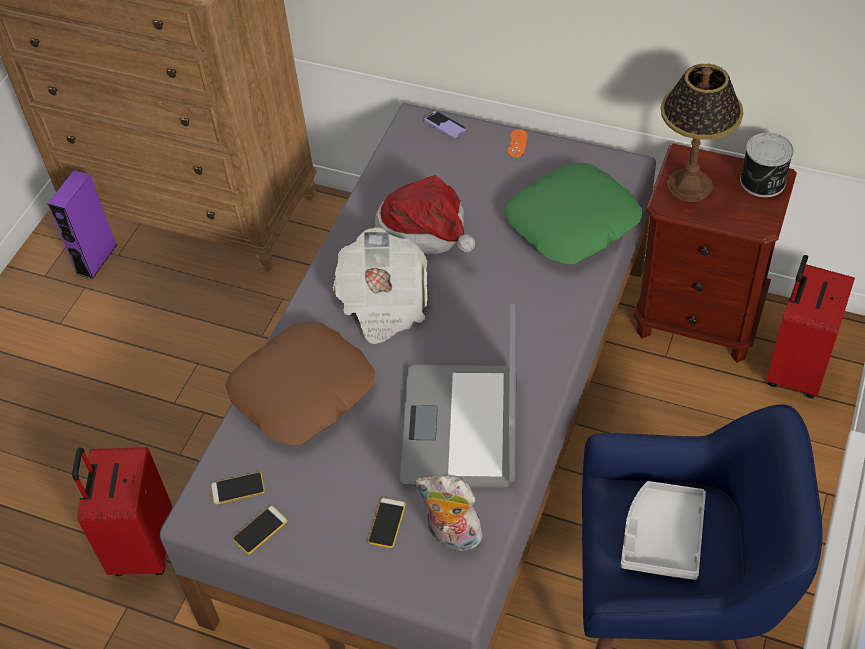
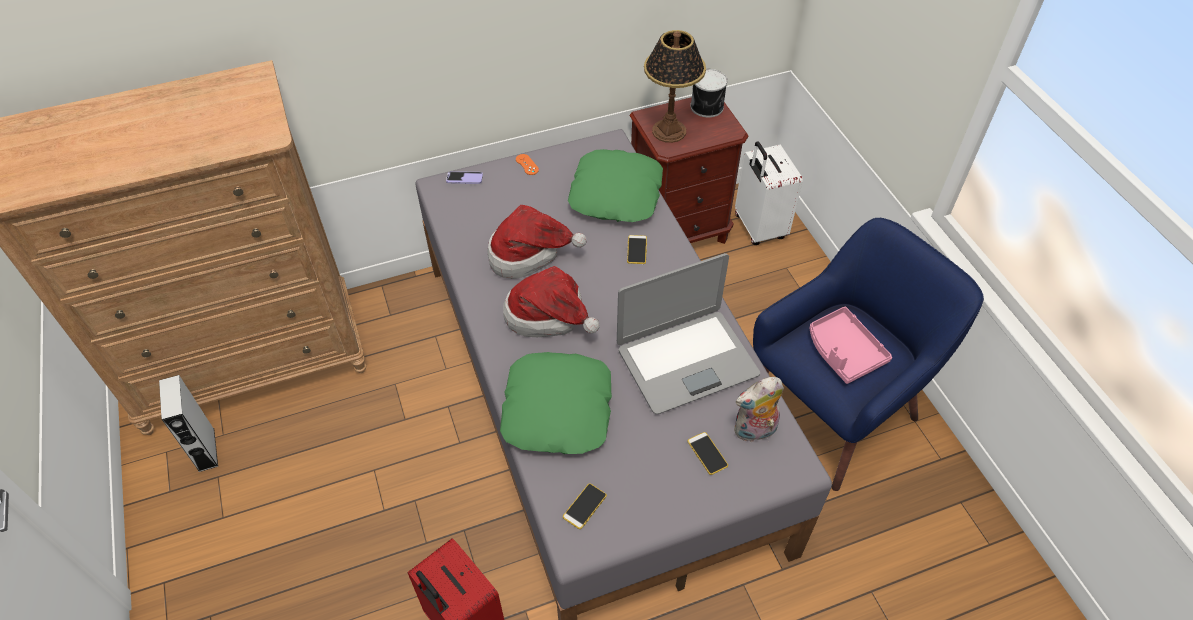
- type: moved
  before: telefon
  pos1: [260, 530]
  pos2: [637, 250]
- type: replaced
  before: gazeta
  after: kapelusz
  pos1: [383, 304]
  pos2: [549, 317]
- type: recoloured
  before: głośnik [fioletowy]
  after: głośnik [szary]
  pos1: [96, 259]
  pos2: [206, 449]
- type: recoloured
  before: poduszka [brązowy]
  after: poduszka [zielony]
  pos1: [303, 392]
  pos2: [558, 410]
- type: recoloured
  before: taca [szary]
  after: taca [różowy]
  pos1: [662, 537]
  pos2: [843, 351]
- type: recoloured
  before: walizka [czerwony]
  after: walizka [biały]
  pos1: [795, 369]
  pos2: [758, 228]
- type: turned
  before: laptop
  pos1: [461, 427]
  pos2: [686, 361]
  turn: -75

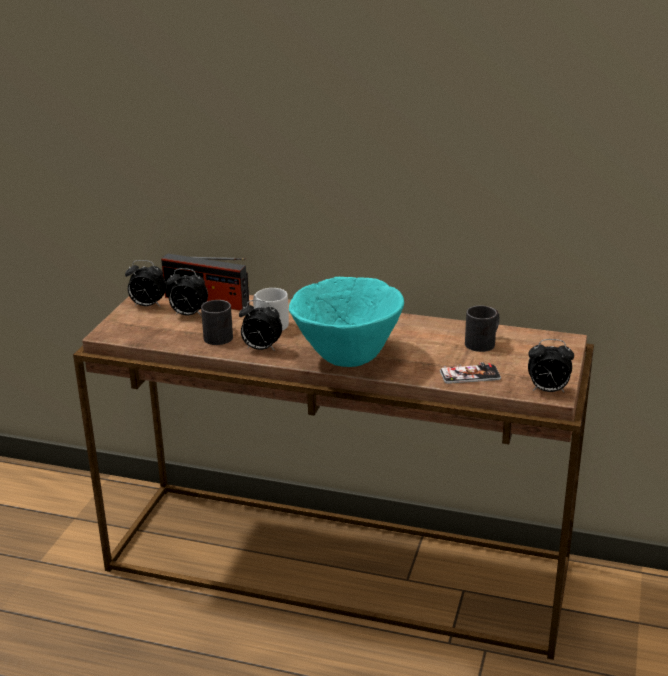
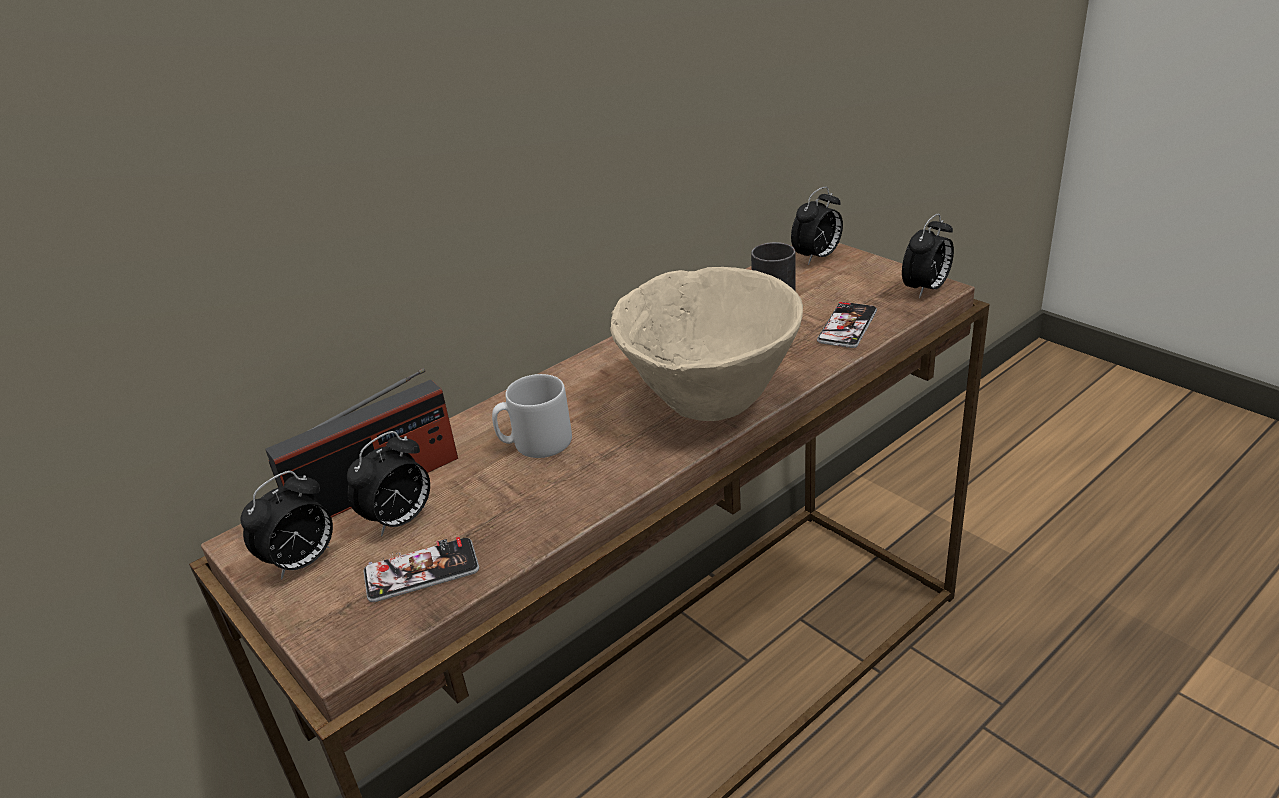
- type: removed
  before: kubek [czarny]
  pos1: [220, 335]
- type: added
  after: telefon
  pos2: [421, 571]
- type: moved
  before: budzik
  pos1: [261, 349]
  pos2: [817, 257]
- type: recoloured
  before: miska [turkusowy]
  after: miska [beżowy]
  pos1: [346, 357]
  pos2: [711, 402]

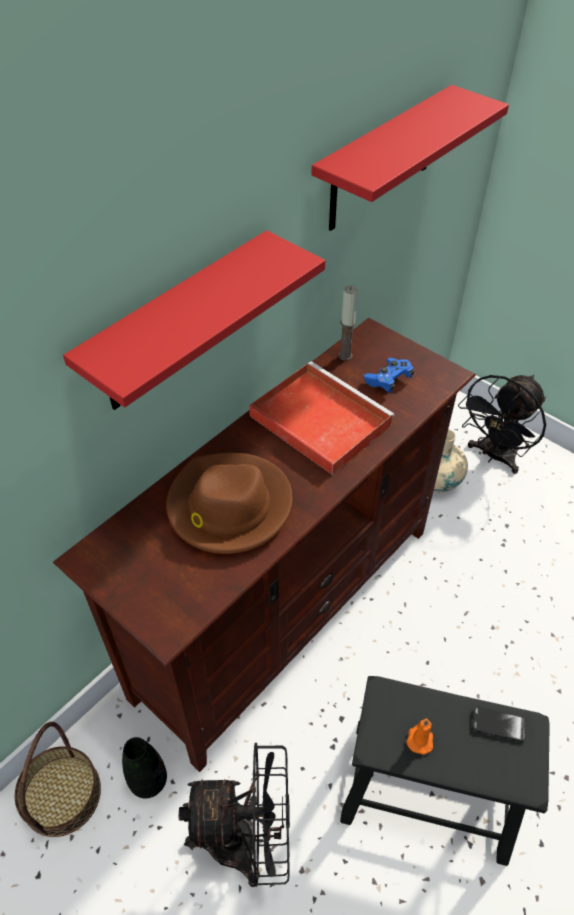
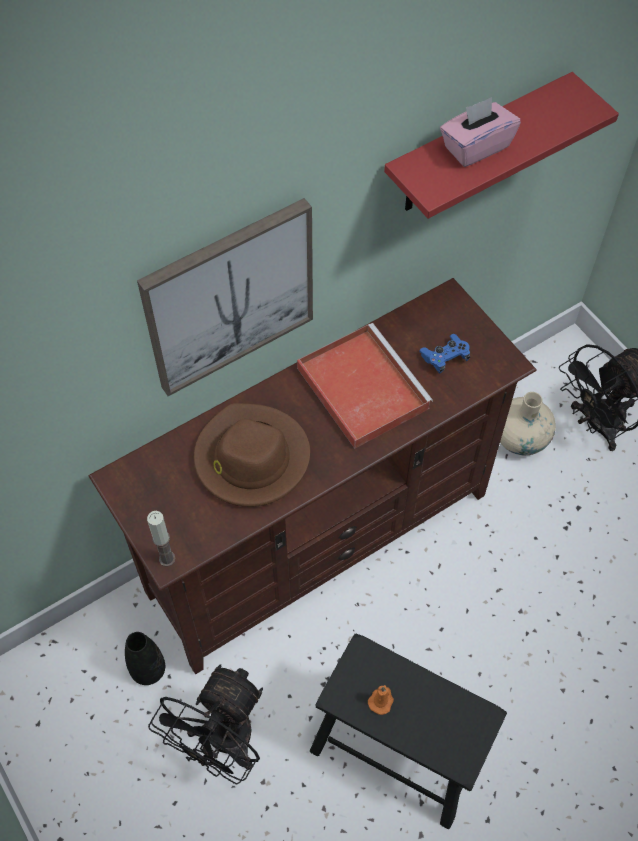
- type: removed
  before: koszyk
  pos1: [62, 795]
- type: removed
  before: telefon
  pos1: [499, 724]
- type: added
  after: pudełko chusteczek [różowy]
  pos2: [475, 147]
- type: moved
  before: świeca
  pos1: [345, 355]
  pos2: [167, 559]
- type: replaced
  before: półka [czerwony]
  after: obraz
  pos1: [178, 324]
  pos2: [229, 297]
- type: turned
  before: wentylator [czarny]
  pos1: [247, 841]
  pos2: [222, 744]
  turn: 105

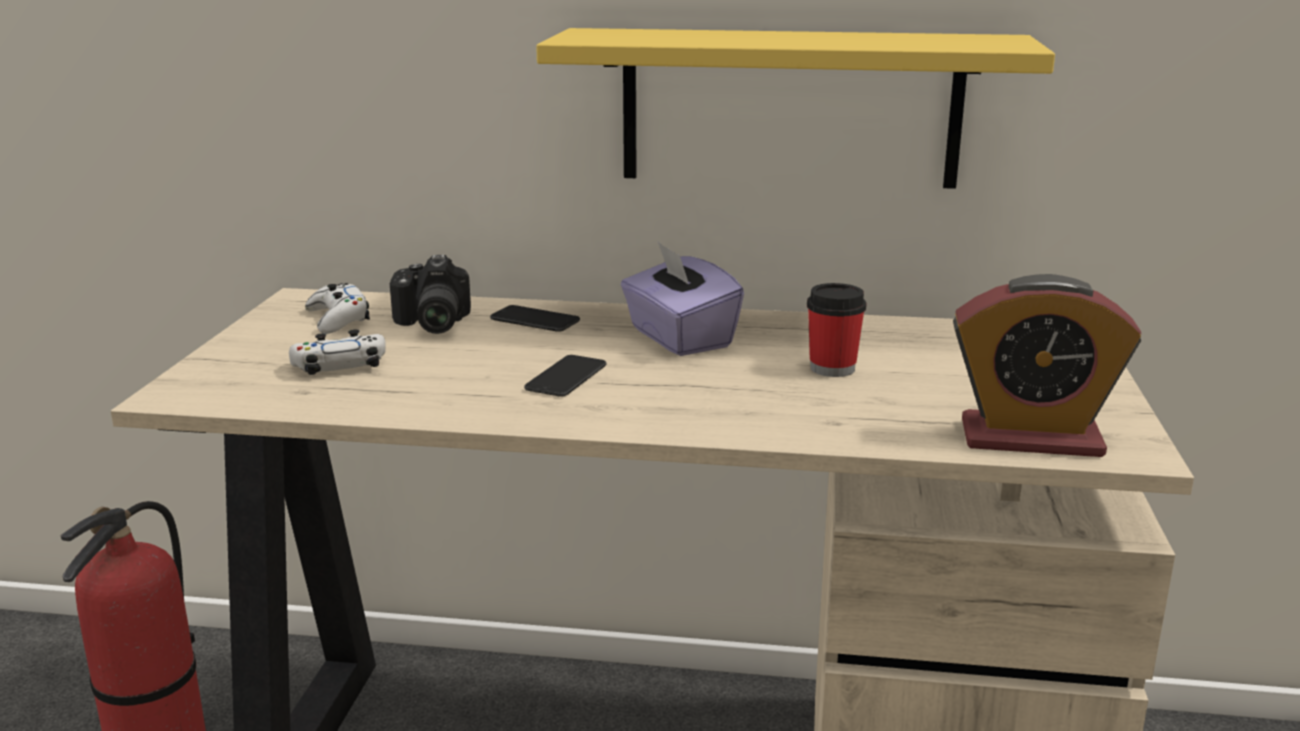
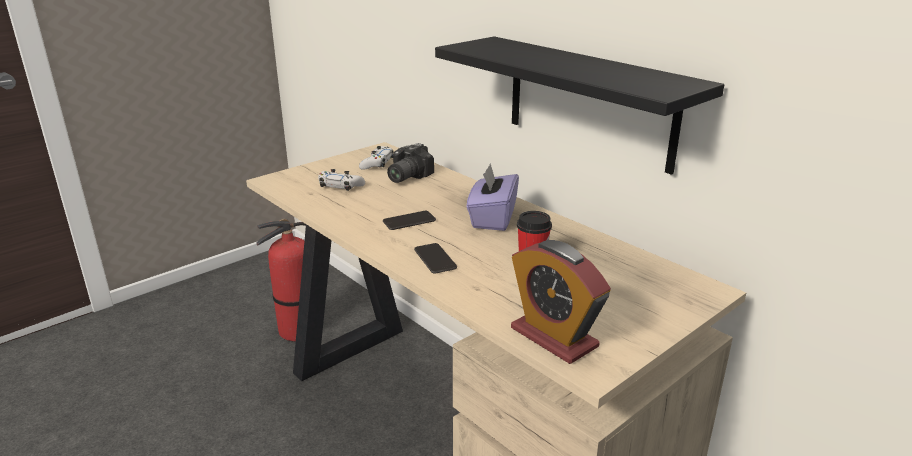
- type: moved
  before: telefon
  pos1: [535, 320]
  pos2: [435, 259]
- type: recoloured
  before: półka [żółty]
  after: półka [czarny]
  pos1: [790, 108]
  pos2: [589, 102]

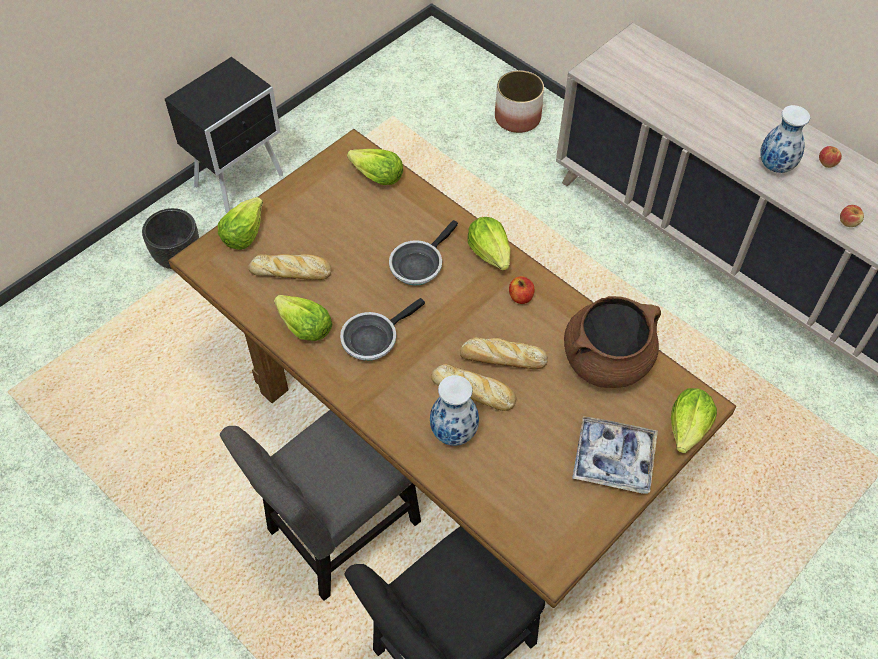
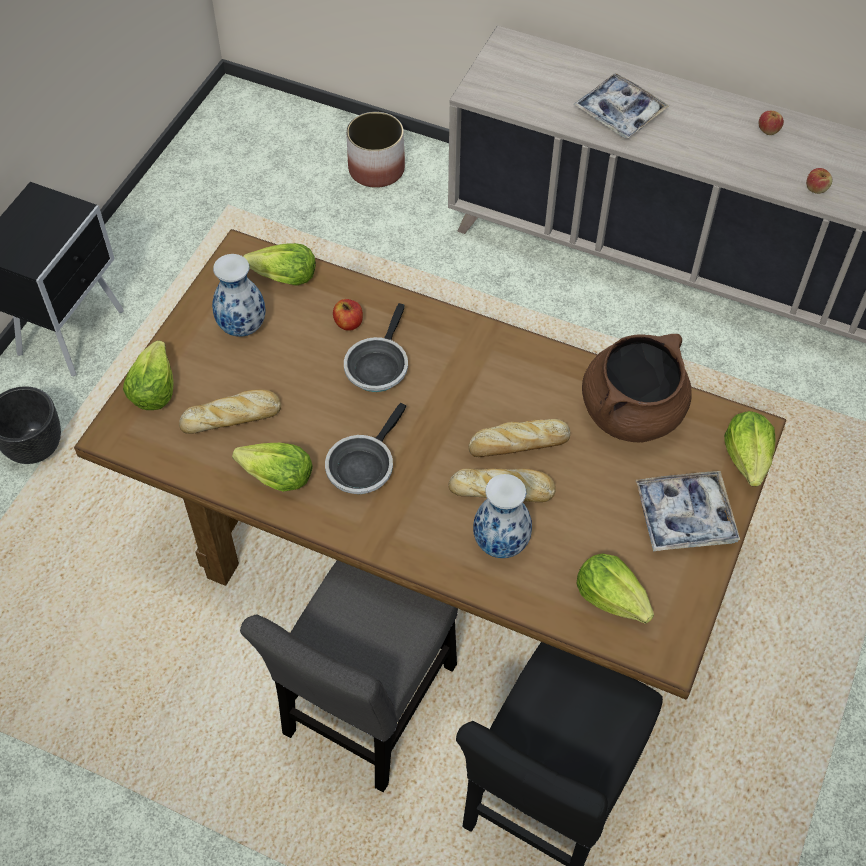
- type: added
  after: taca
  pos2: [619, 112]
- type: moved
  before: sałata
  pos1: [490, 253]
  pos2: [612, 598]
- type: moved
  before: jabłko
  pos1: [521, 297]
  pos2: [348, 323]
- type: moved
  before: wazon
  pos1: [776, 166]
  pos2: [243, 326]

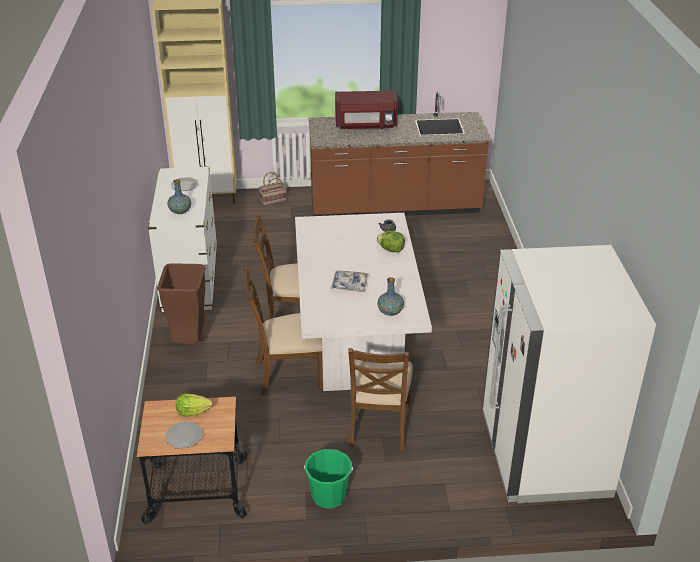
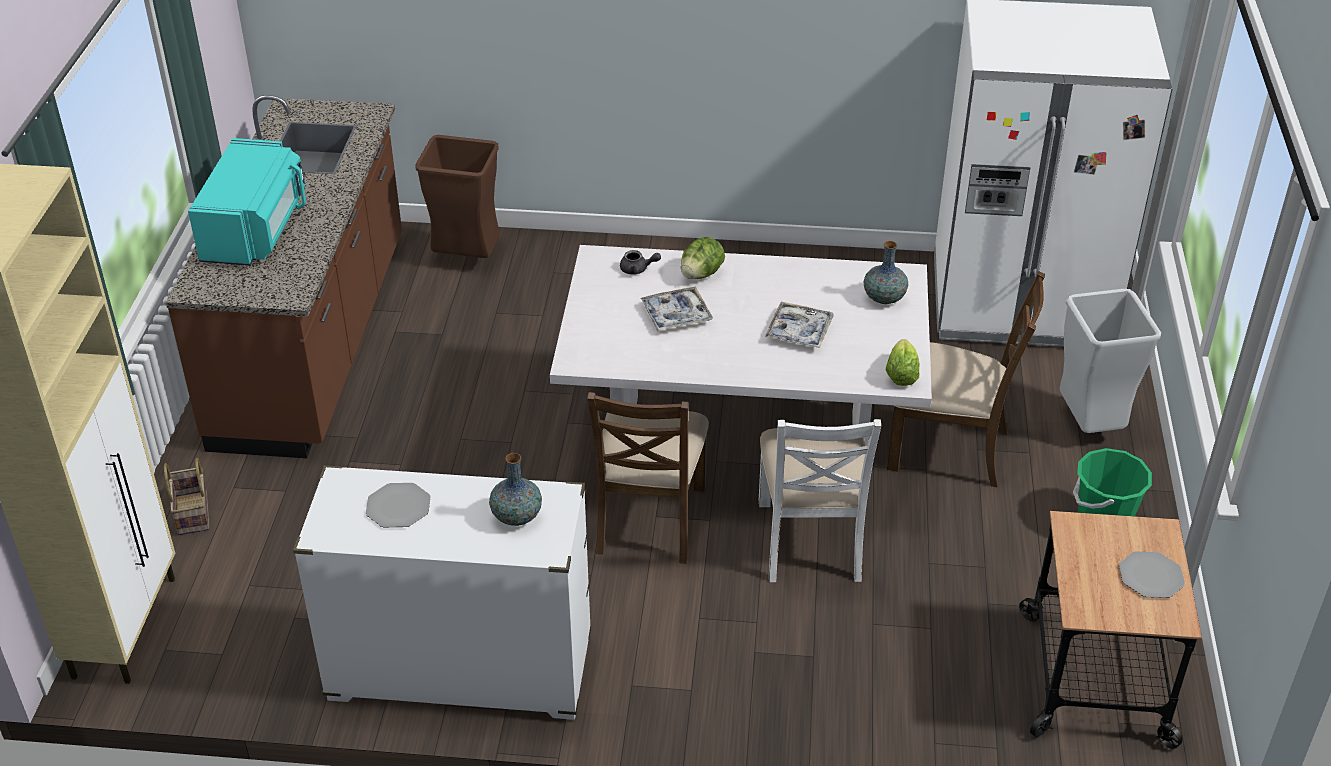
- type: added
  after: taca
  pos2: [676, 315]
- type: added
  after: kosz na śmieci [szary]
  pos2: [1089, 426]
- type: moved
  before: kosz na śmieci [brązowy]
  pos1: [189, 341]
  pos2: [466, 260]
- type: moved
  before: sałata
  pos1: [193, 412]
  pos2: [901, 375]
- type: recoloured
  before: krzesło [brązowy]
  after: krzesło [biały]
  pos1: [288, 374]
  pos2: [810, 541]
- type: recoloured
  before: mikrofalówka [czerwony]
  after: mikrofalówka [turkusowy]
  pos1: [366, 126]
  pos2: [256, 230]

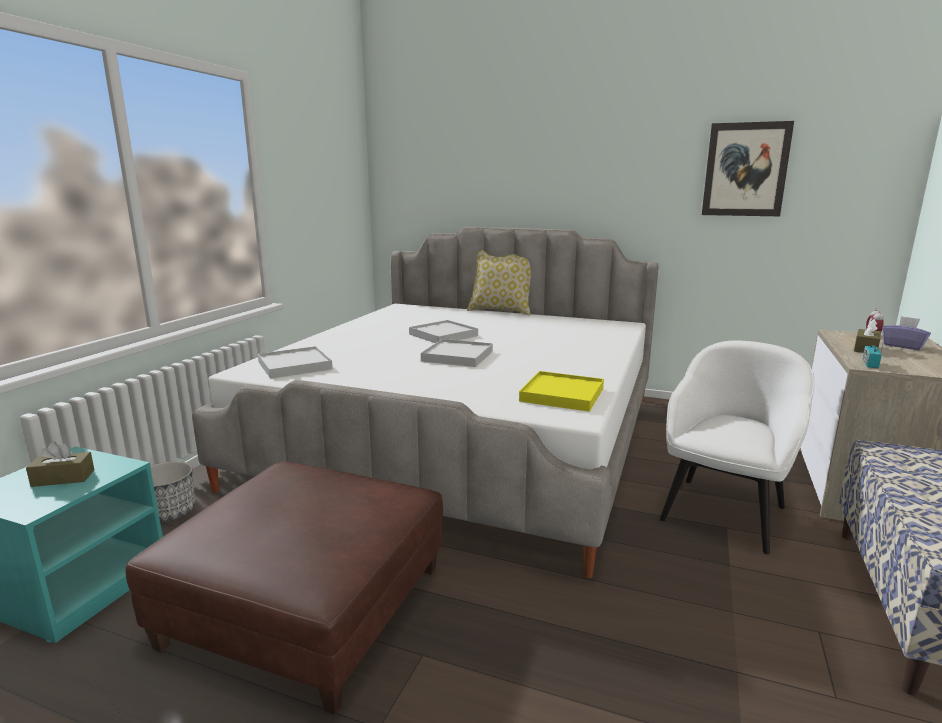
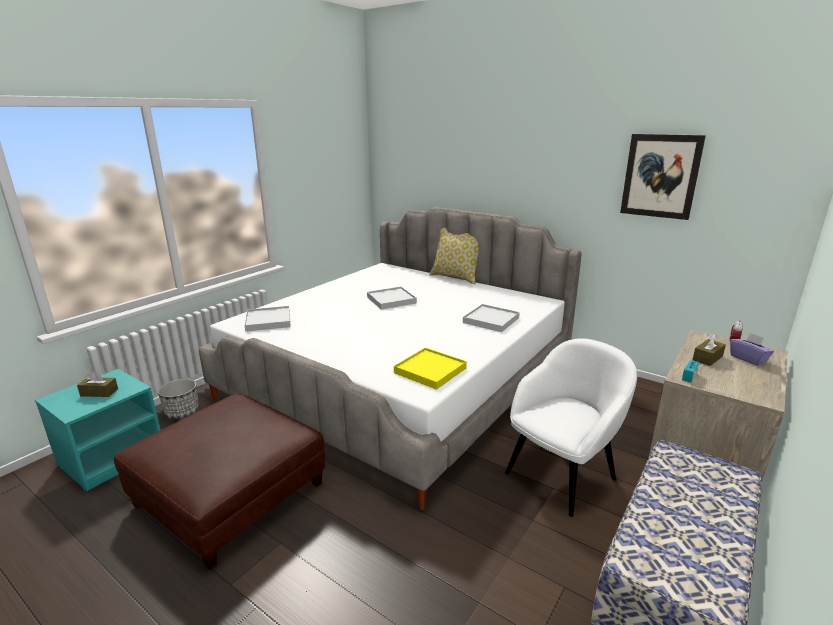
- type: moved
  before: taca [biały]
  pos1: [457, 356]
  pos2: [491, 320]

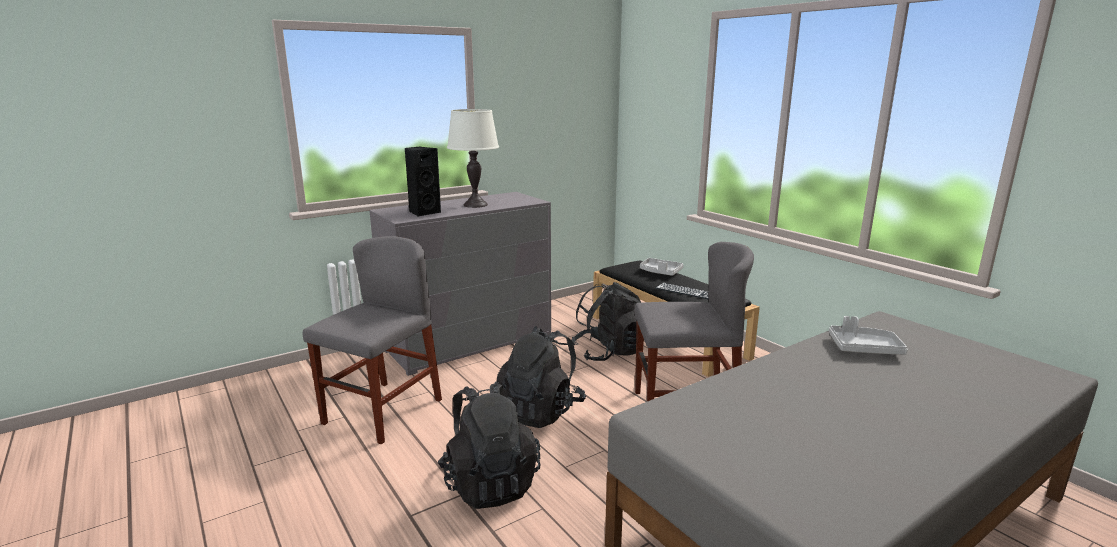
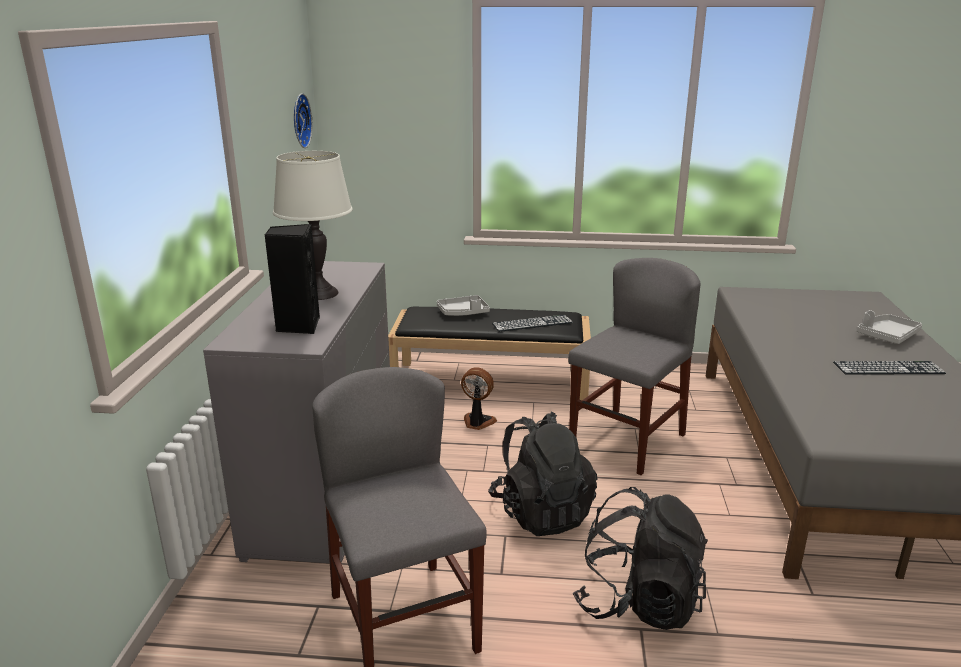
- type: added
  after: zegar ścienny
  pos2: [299, 121]
- type: added
  after: klawiatura
  pos2: [888, 368]
- type: moved
  before: taca [szary]
  pos1: [864, 348]
  pos2: [887, 336]
- type: replaced
  before: plecak [czarny]
  after: wentylator
  pos1: [609, 352]
  pos2: [477, 422]

